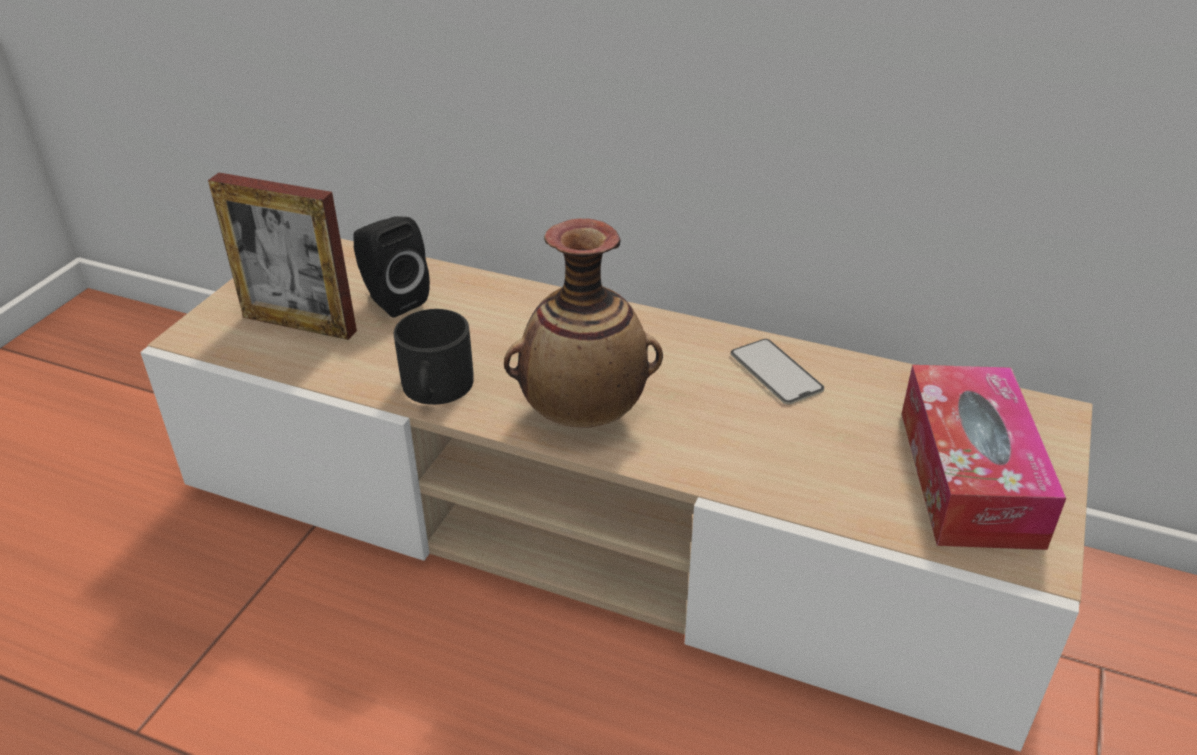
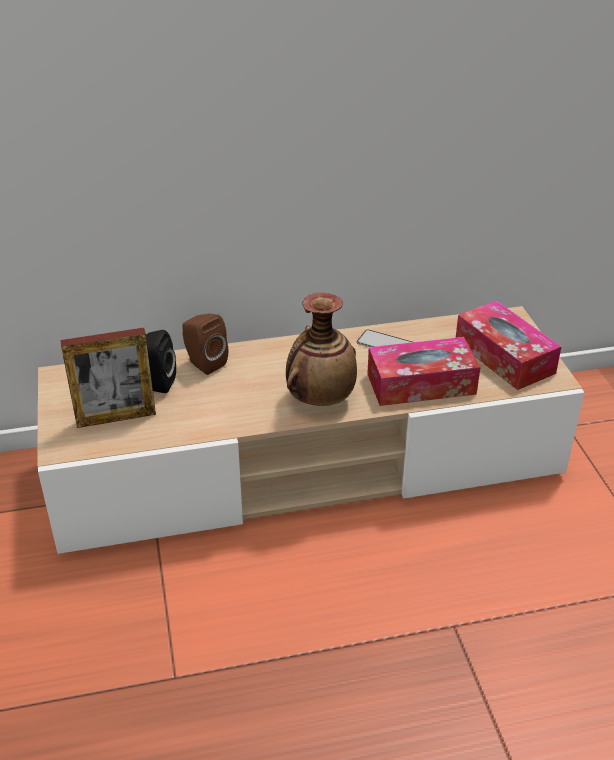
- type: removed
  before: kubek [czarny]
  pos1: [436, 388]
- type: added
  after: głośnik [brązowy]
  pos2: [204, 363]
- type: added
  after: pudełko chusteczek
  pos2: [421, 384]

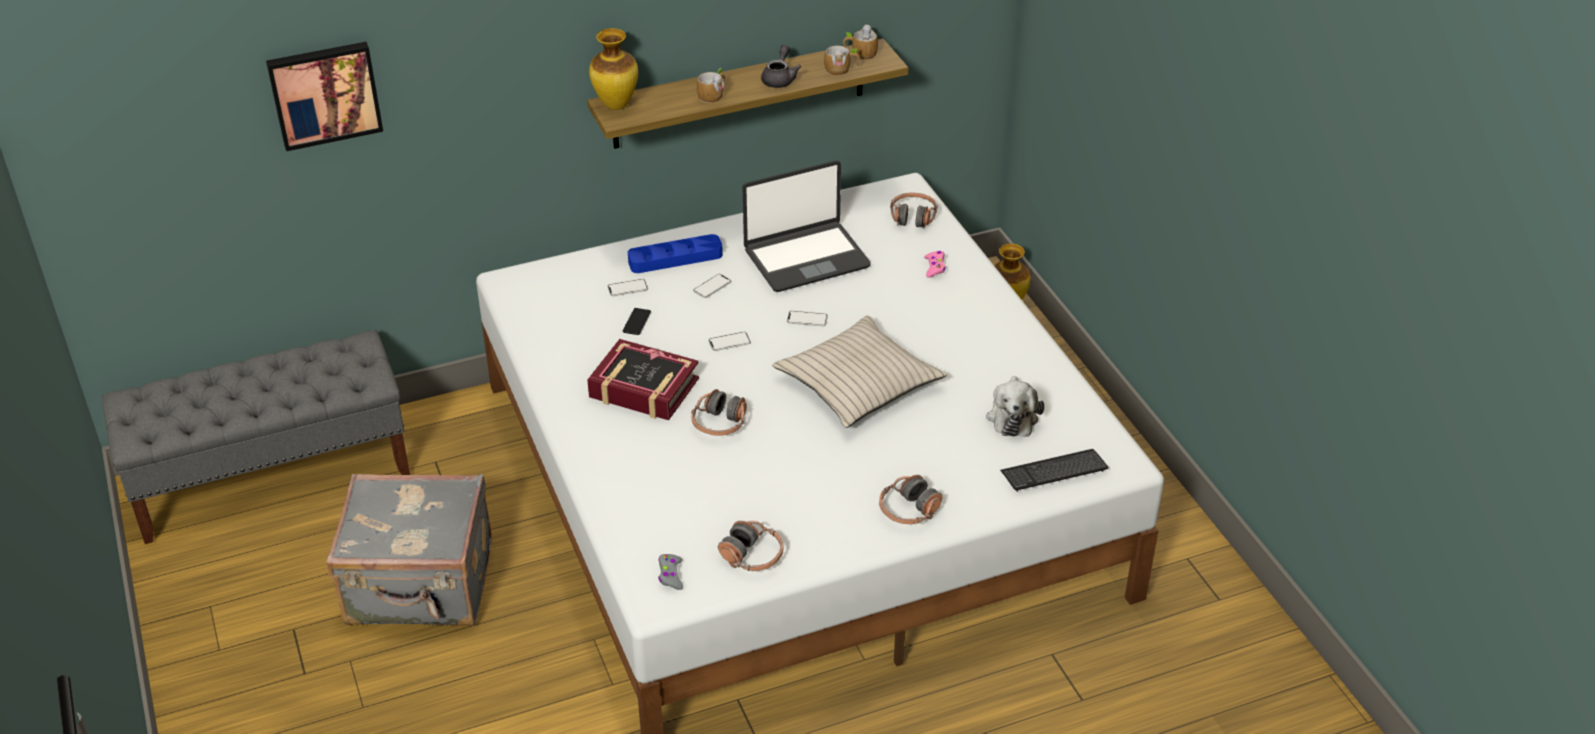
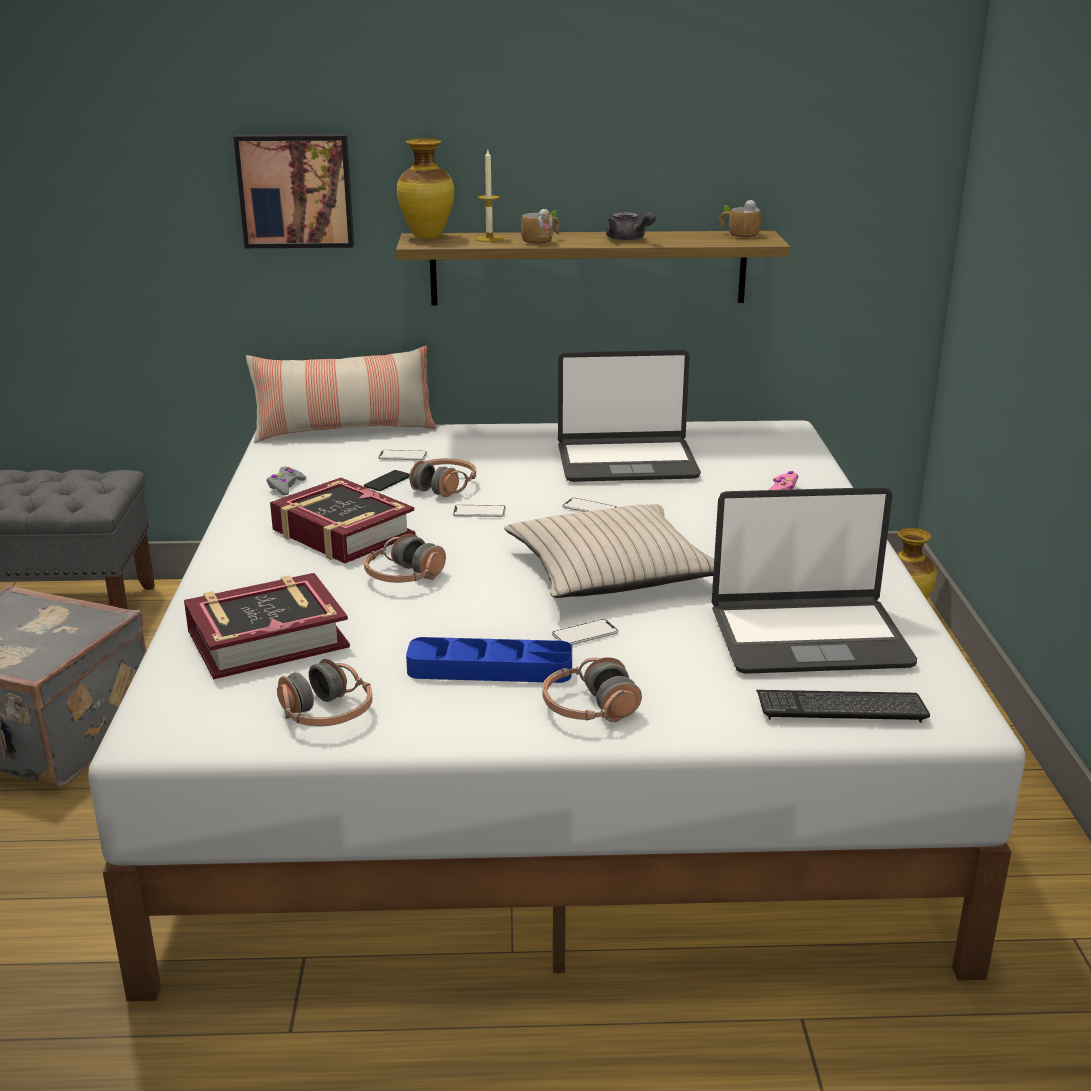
- type: removed
  before: kubek
  pos1: [842, 69]
- type: added
  after: książka
  pos2: [267, 639]
- type: added
  after: poduszka
  pos2: [344, 429]
- type: added
  after: świeca
  pos2: [489, 239]
- type: moved
  before: obraz
  pos1: [324, 93]
  pos2: [296, 190]
- type: moved
  before: taca [niebieski]
  pos1: [675, 258]
  pos2: [490, 669]
- type: moved
  before: pad do gier [szary]
  pos1: [670, 575]
  pos2: [286, 486]
- type: moved
  before: telefon
  pos1: [712, 287]
  pos2: [585, 634]
- type: moved
  before: słuchawki
  pos1: [913, 217]
  pos2: [443, 486]
- type: replaced
  before: pluszak
  after: laptop
  pos1: [1012, 416]
  pos2: [808, 637]
- type: turned
  before: imbryk [szary]
  pos1: [780, 79]
  pos2: [628, 239]
  turn: 105

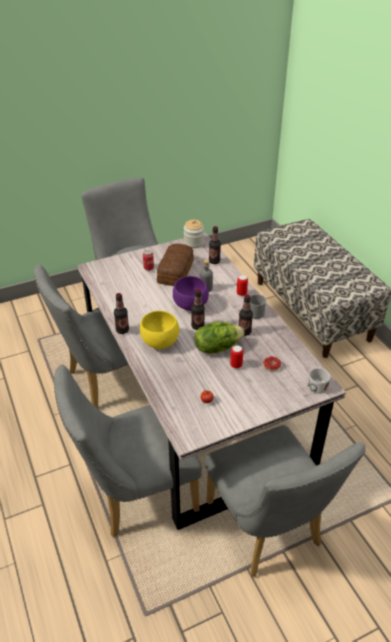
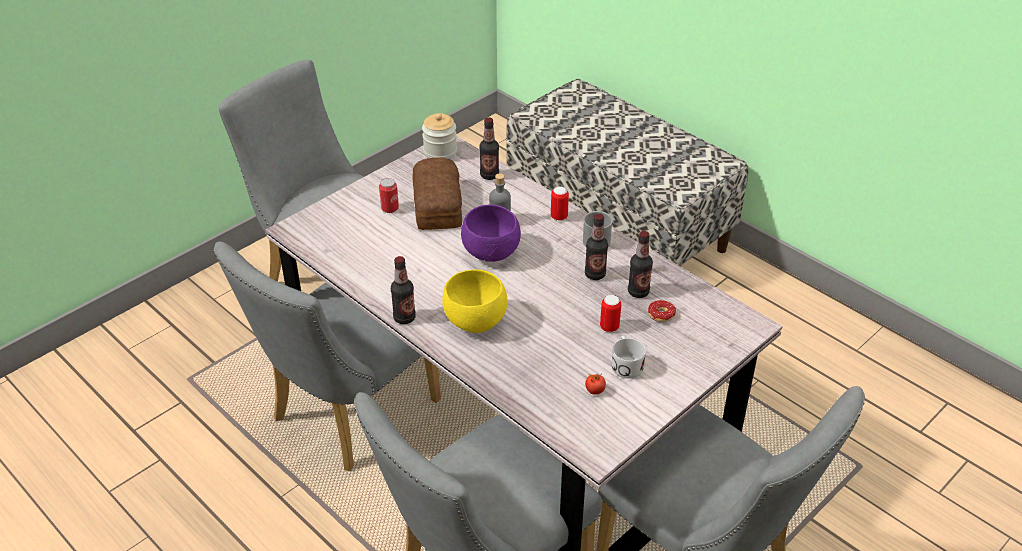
- type: removed
  before: sałata
  pos1: [217, 347]
- type: moved
  before: butelka
  pos1: [197, 326]
  pos2: [638, 292]
- type: moved
  before: kubek [biały]
  pos1: [317, 384]
  pos2: [625, 363]

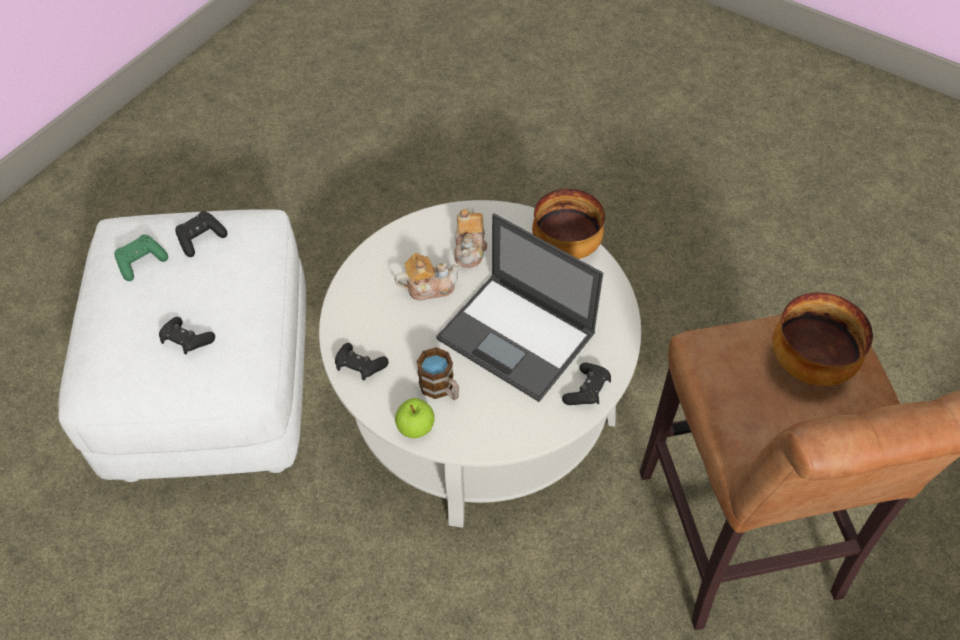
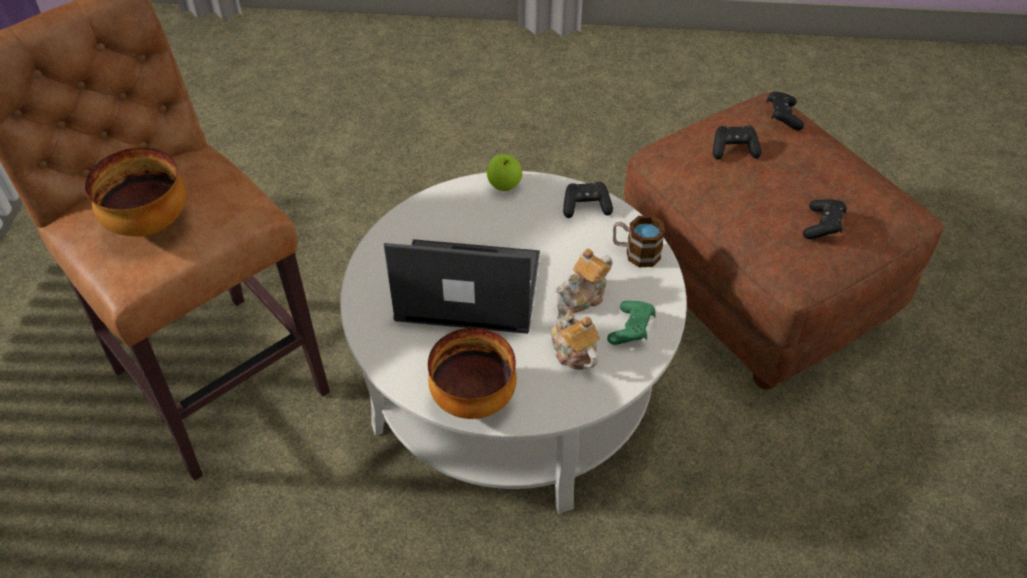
- type: moved
  before: pad do gier [zielony]
  pos1: [141, 262]
  pos2: [631, 329]
- type: moved
  before: kubek
  pos1: [441, 389]
  pos2: [635, 253]
- type: moved
  before: pad do gier [czarny]
  pos1: [587, 391]
  pos2: [782, 117]
- type: recoloured
  before: pufa [biały]
  after: pufa [brązowy]
  pos1: [215, 390]
  pos2: [752, 290]

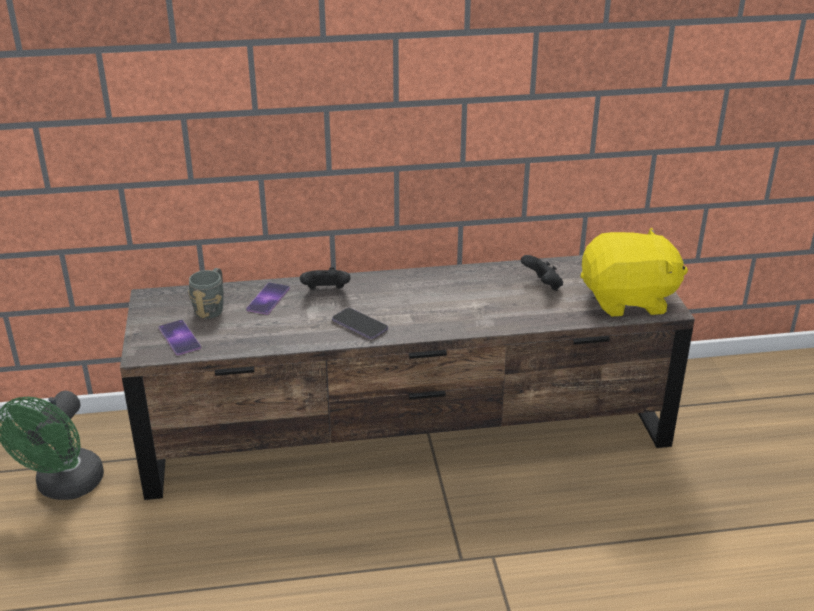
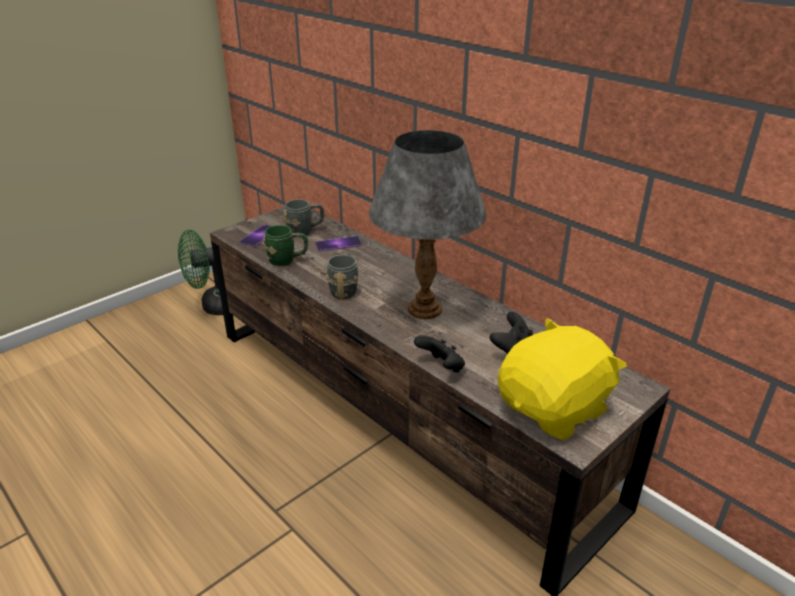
- type: added
  after: kubek [zielony]
  pos2: [287, 260]
- type: added
  after: lampa stołowa [szary]
  pos2: [424, 309]
- type: moved
  before: pad do gier [czarny]
  pos1: [326, 292]
  pos2: [441, 367]
- type: replaced
  before: telefon
  after: kubek [szary]
  pos1: [359, 325]
  pos2: [344, 289]
- type: turned
  before: pluszak [żółty]
  pos1: [628, 300]
  pos2: [554, 409]
  turn: -90

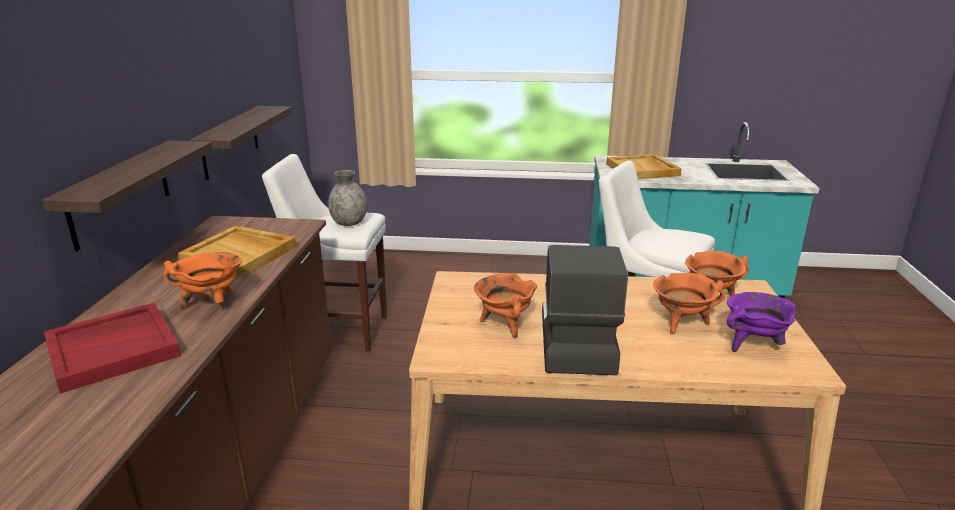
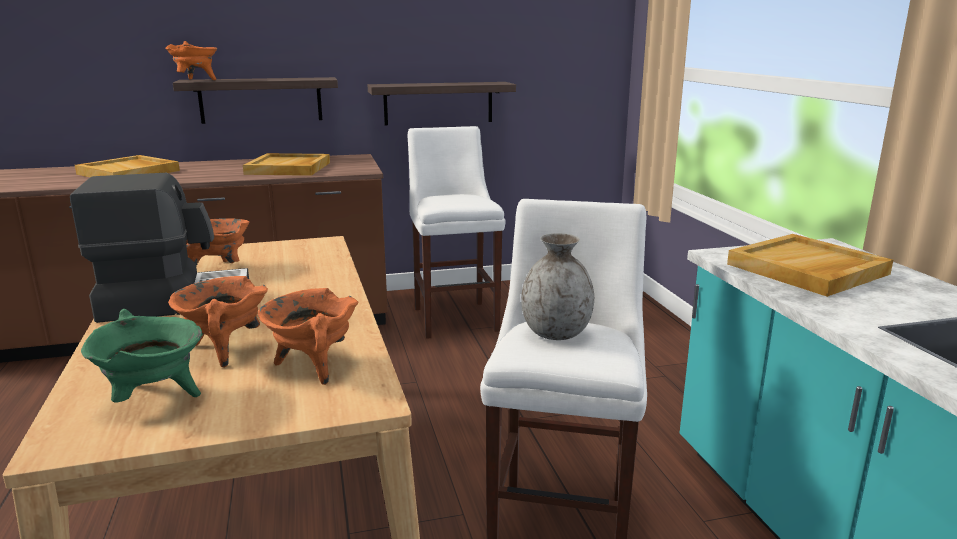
- type: moved
  before: garnek [pomarańczowy]
  pos1: [212, 304]
  pos2: [196, 80]
- type: moved
  before: wazon [szary]
  pos1: [349, 223]
  pos2: [556, 333]
- type: recoloured
  before: taca [czerwony]
  after: taca [beżowy]
  pos1: [114, 349]
  pos2: [129, 172]
- type: recoloured
  before: garnek [fioletowy]
  after: garnek [zielony]
  pos1: [754, 345]
  pos2: [154, 400]

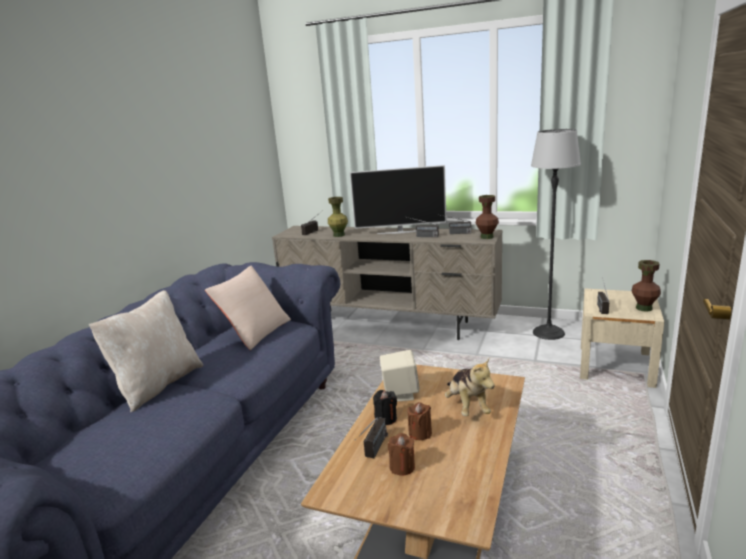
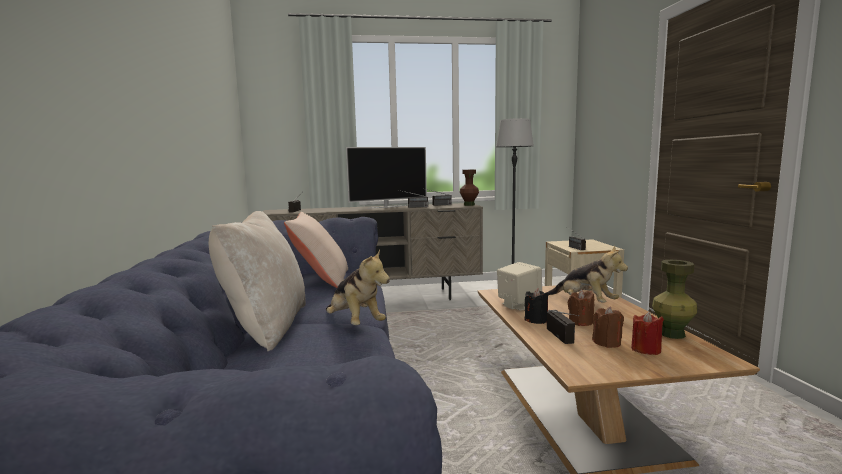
- type: removed
  before: wazon [brązowy]
  pos1: [643, 308]
- type: added
  after: pluszak
  pos2: [354, 323]
- type: added
  after: świeca [czerwony]
  pos2: [646, 349]
- type: moved
  before: wazon [zielony]
  pos1: [339, 235]
  pos2: [672, 334]

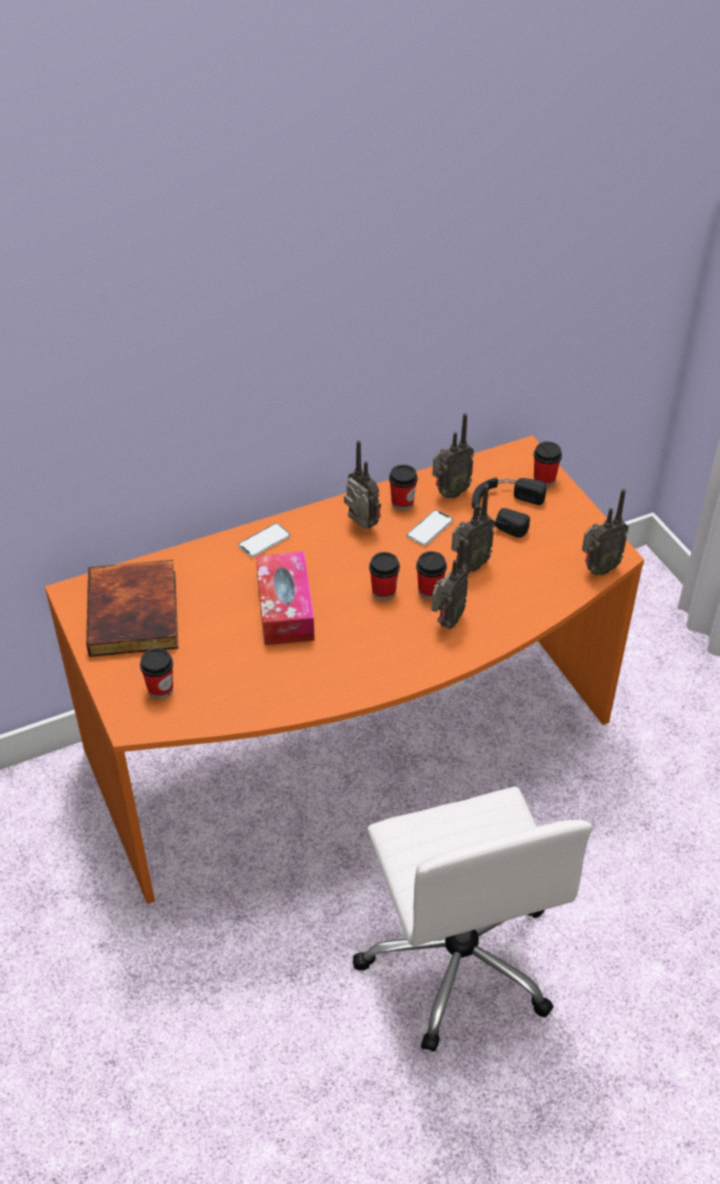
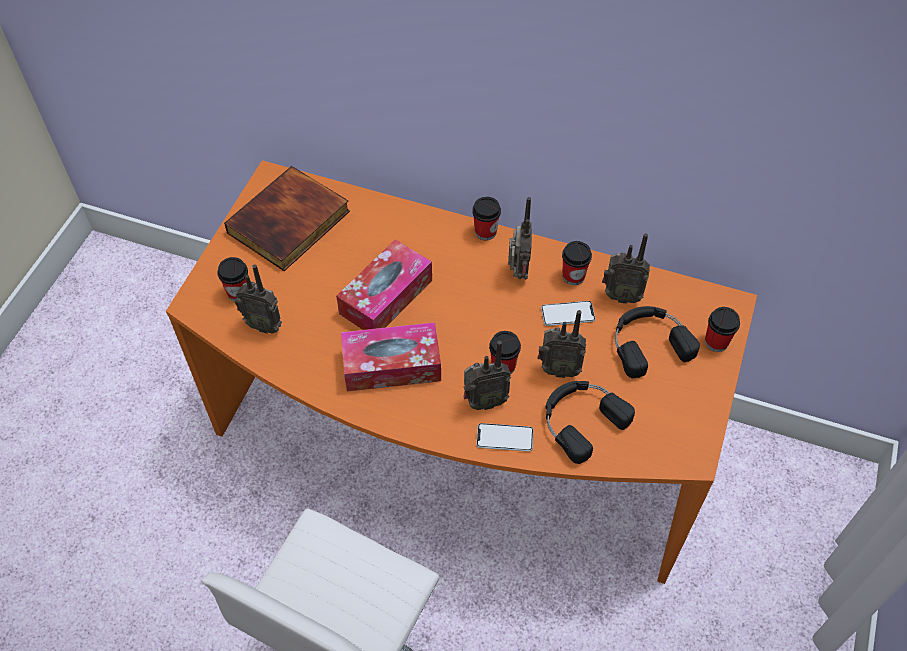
- type: added
  after: pudełko chusteczek
  pos2: [392, 365]
- type: added
  after: słuchawki [czarny]
  pos2: [581, 420]
- type: moved
  before: telefon
  pos1: [264, 541]
  pos2: [504, 438]
- type: moved
  before: filiżanka
  pos1: [384, 592]
  pos2: [485, 232]
- type: moved
  before: radio
  pos1: [597, 569]
  pos2: [264, 325]

